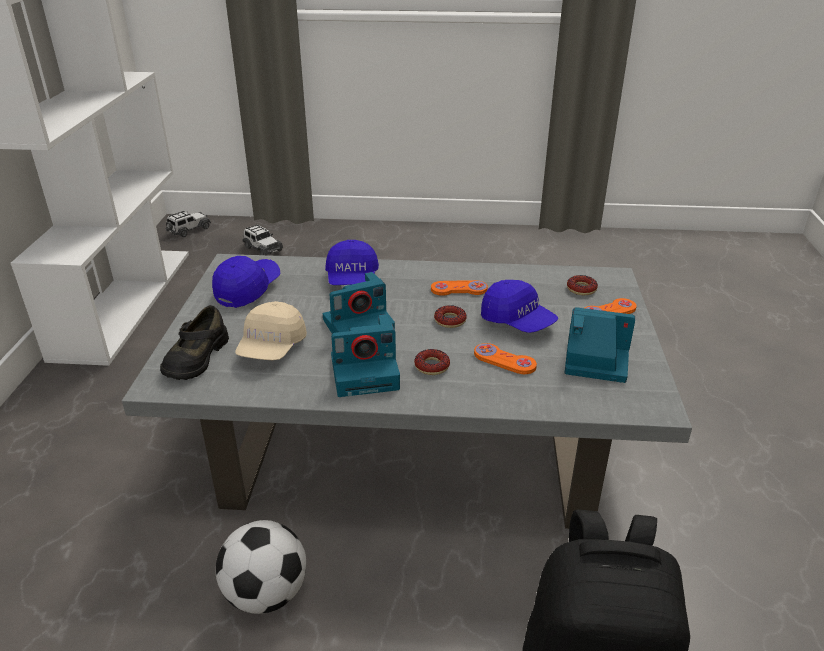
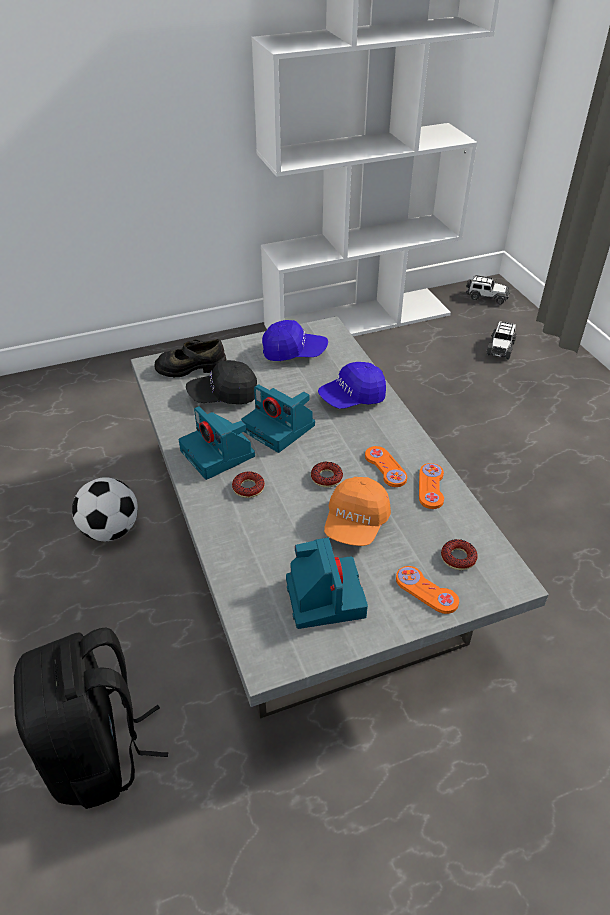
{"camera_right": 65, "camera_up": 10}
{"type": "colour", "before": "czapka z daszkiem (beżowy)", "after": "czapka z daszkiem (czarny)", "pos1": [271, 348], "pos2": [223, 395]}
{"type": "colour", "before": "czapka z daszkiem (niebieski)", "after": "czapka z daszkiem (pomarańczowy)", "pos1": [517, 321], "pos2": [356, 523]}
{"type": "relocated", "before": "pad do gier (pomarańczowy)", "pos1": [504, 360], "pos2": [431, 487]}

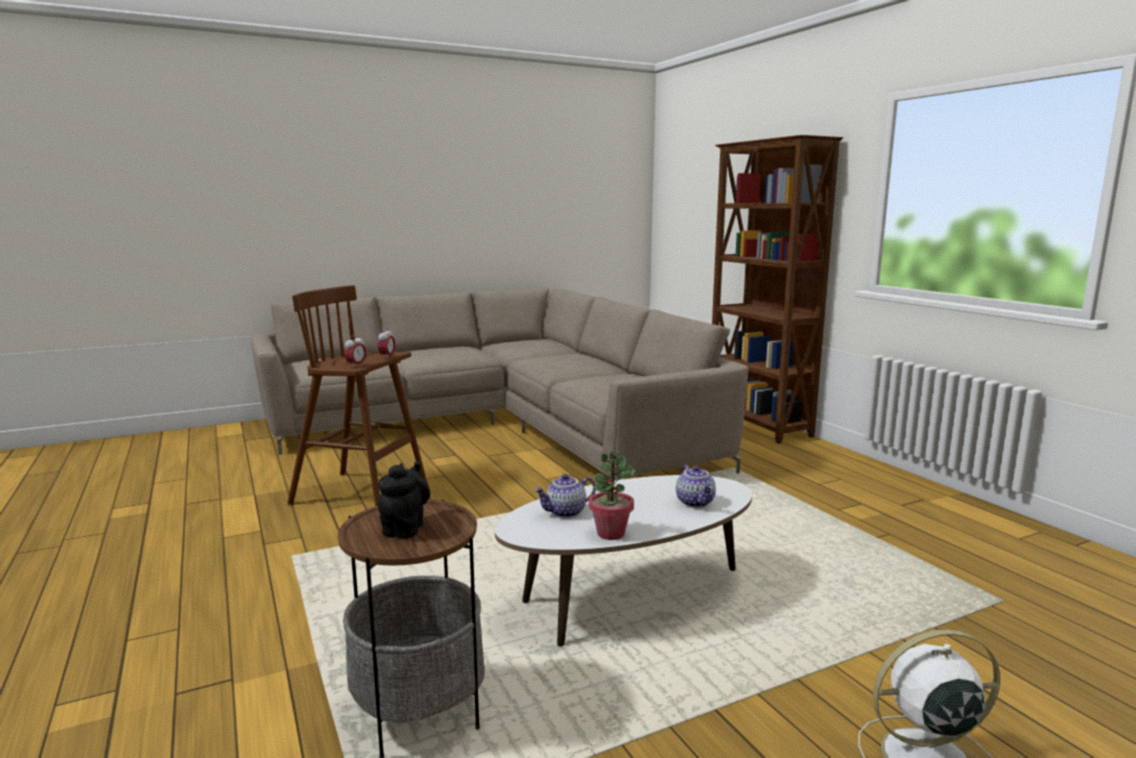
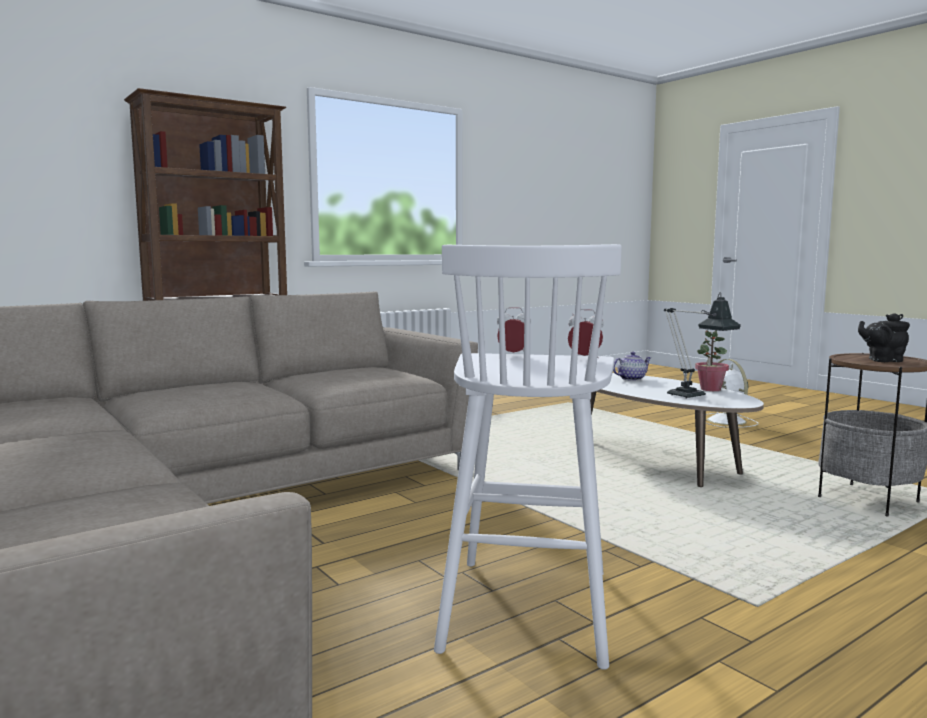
{"camera_right": -100, "camera_up": -5}
{"type": "colour", "before": "stołek (brązowy)", "after": "stołek (biały)", "pos1": [362, 495], "pos2": [527, 607]}
{"type": "exchanged", "before": "imbryk", "after": "lampa stołowa", "pos1": [565, 512], "pos2": [693, 397]}

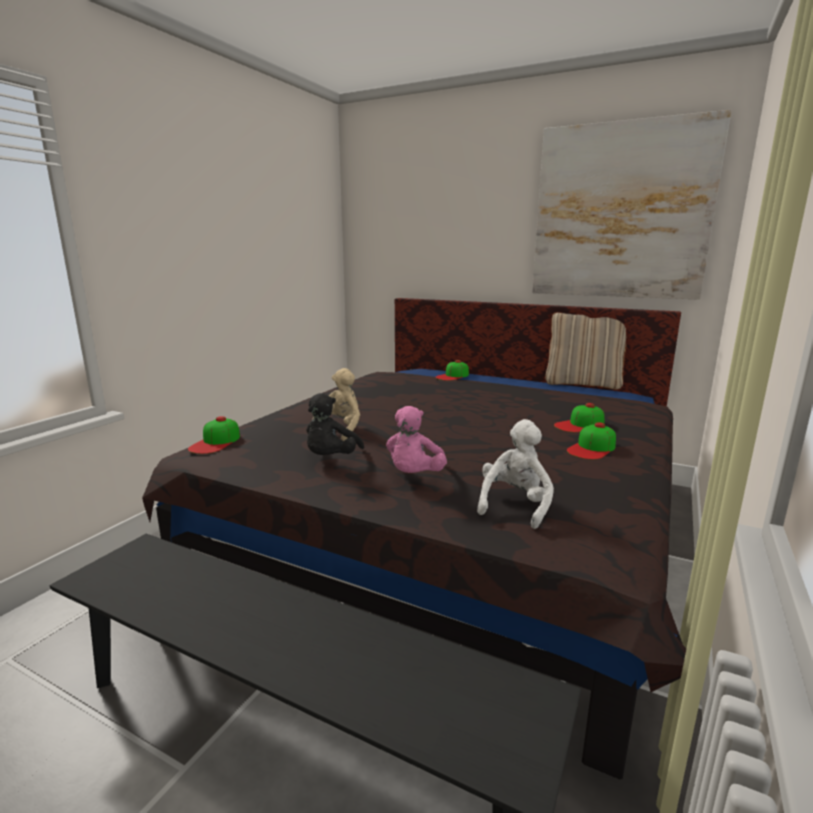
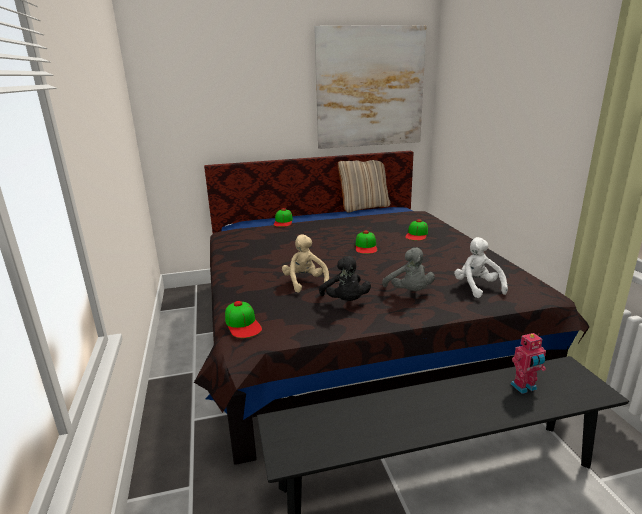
{"camera_right": -40, "camera_up": 5}
{"type": "relocated", "before": "czapka z daszkiem", "pos1": [592, 448], "pos2": [366, 246]}
{"type": "colour", "before": "pluszak (różowy)", "after": "pluszak (szary)", "pos1": [414, 475], "pos2": [409, 292]}
{"type": "appeared", "after": "robot zabawkowy", "pos2": [524, 387]}

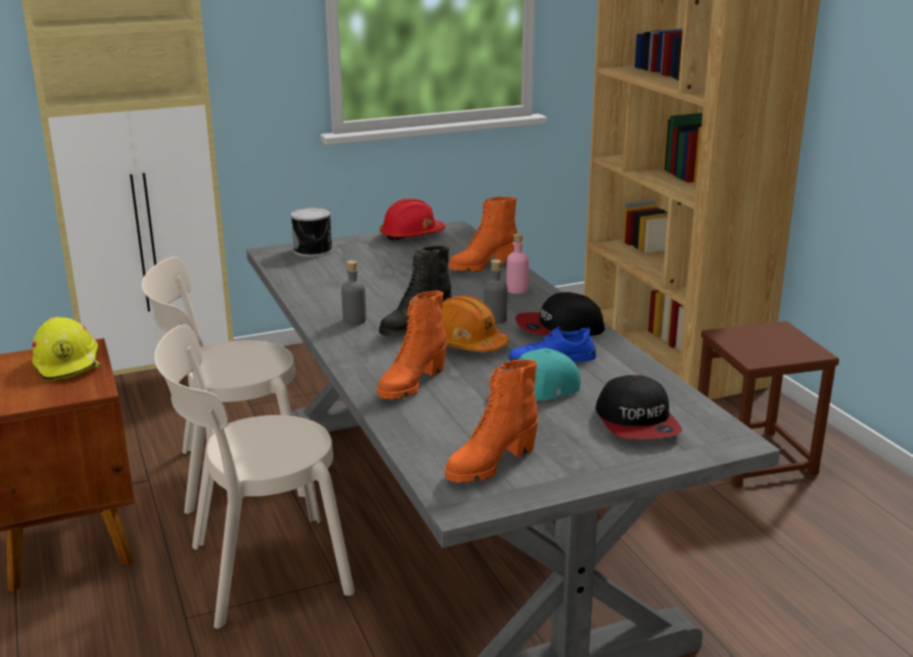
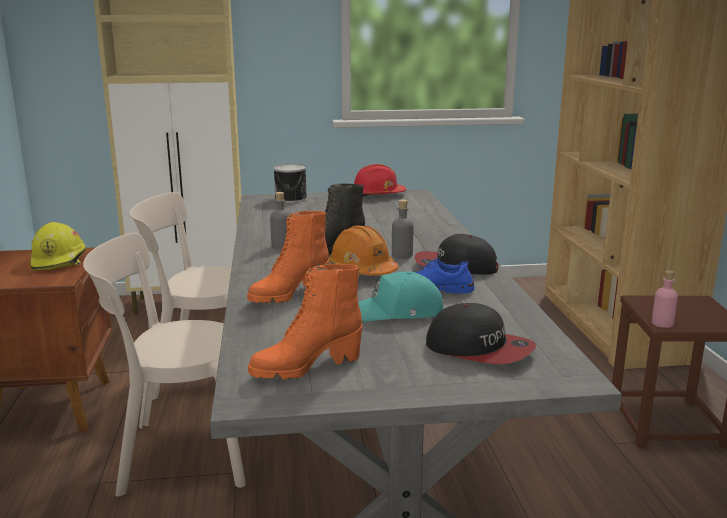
{"camera_right": 15, "camera_up": -5}
{"type": "spun", "before": "czapka z daszkiem", "pos1": [637, 422], "pos2": [479, 349], "turn": -60}
{"type": "relocated", "before": "butelka (różowy)", "pos1": [517, 290], "pos2": [662, 323]}
{"type": "missing", "before": "but z cholewką (pomarańczowy)", "pos1": [482, 266]}

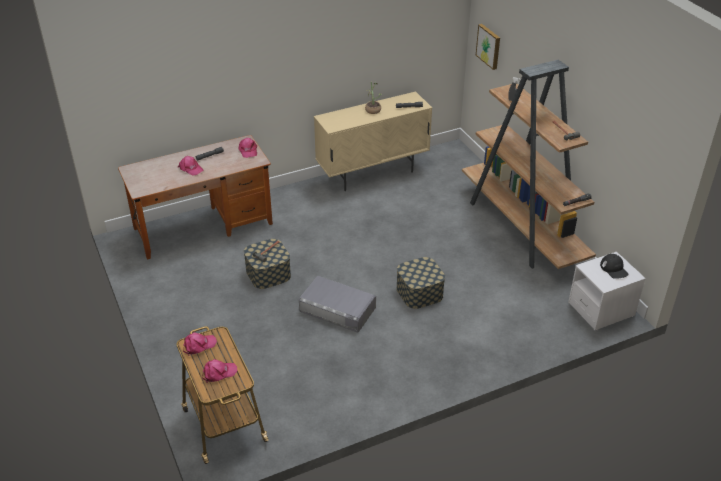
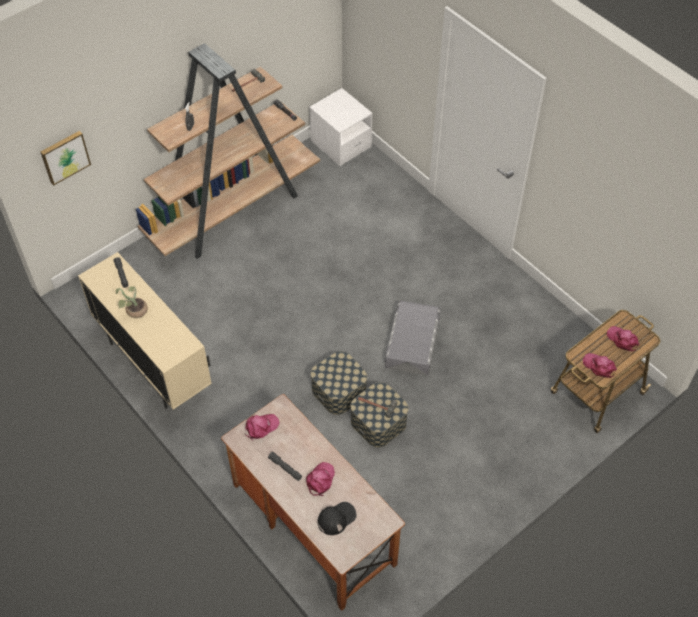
{"camera_right": -105, "camera_up": 15}
{"type": "relocated", "before": "pojemnik do przechowywania", "pos1": [419, 292], "pos2": [339, 391]}
{"type": "relocated", "before": "czapka z daszkiem (czarny)", "pos1": [614, 269], "pos2": [336, 518]}

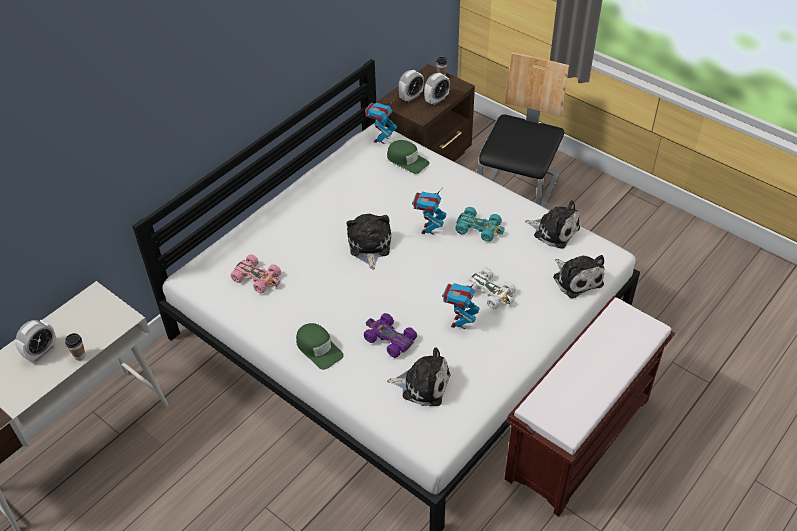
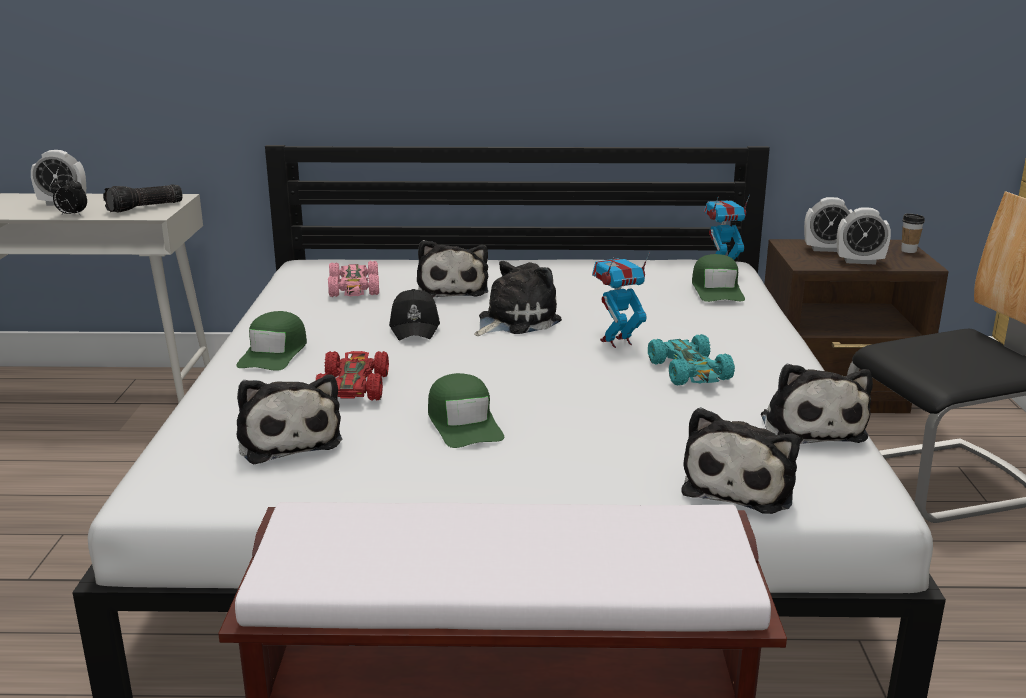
{"camera_right": 50, "camera_up": -25}
{"type": "exchanged", "before": "filiżanka", "after": "budzik", "pos1": [80, 356], "pos2": [71, 215]}
{"type": "appeared", "after": "latarka", "pos2": [145, 208]}
{"type": "colour", "before": "samochodzik (fioletowy)", "after": "samochodzik (czerwony)", "pos1": [389, 339], "pos2": [353, 386]}
{"type": "appeared", "after": "czapka z daszkiem (czarny)", "pos2": [415, 327]}
{"type": "appeared", "after": "pluszak", "pos2": [452, 289]}
{"type": "exchanged", "before": "robot zabawkowy", "after": "czapka z daszkiem (zielony)", "pos1": [459, 323], "pos2": [464, 423]}
{"type": "missing", "before": "samochodzik (biały)", "pos1": [490, 292]}

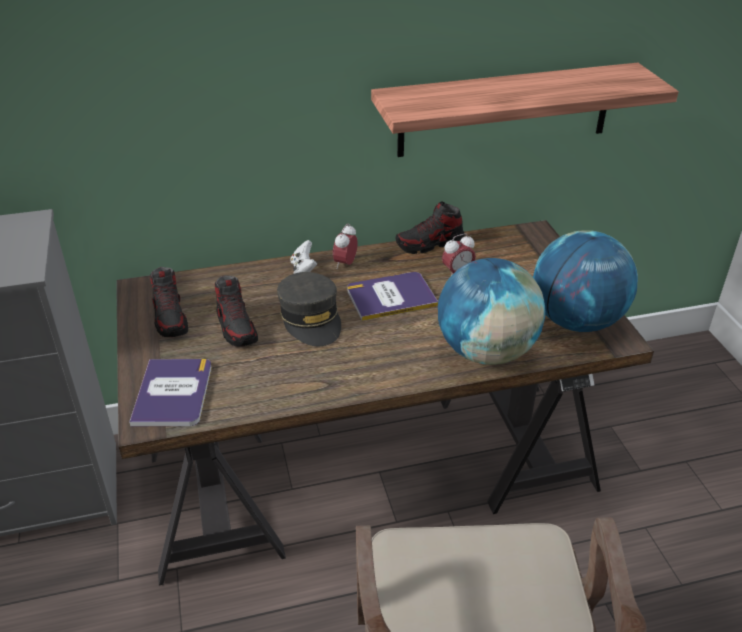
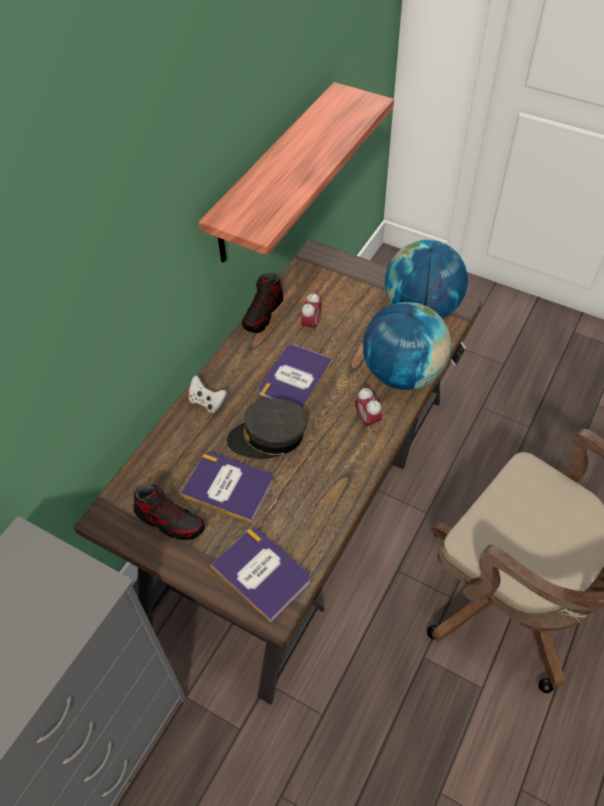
{"camera_right": -45, "camera_up": 15}
{"type": "exchanged", "before": "but", "after": "książka", "pos1": [236, 327], "pos2": [228, 486]}
{"type": "spun", "before": "czapka z daszkiem (szary)", "pos1": [311, 319], "pos2": [269, 437], "turn": 150}
{"type": "relocated", "before": "budzik", "pos1": [345, 264], "pos2": [367, 420]}

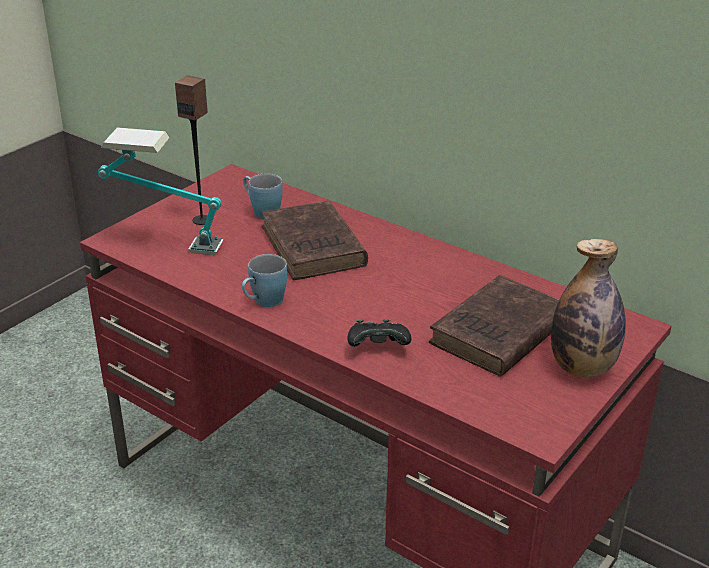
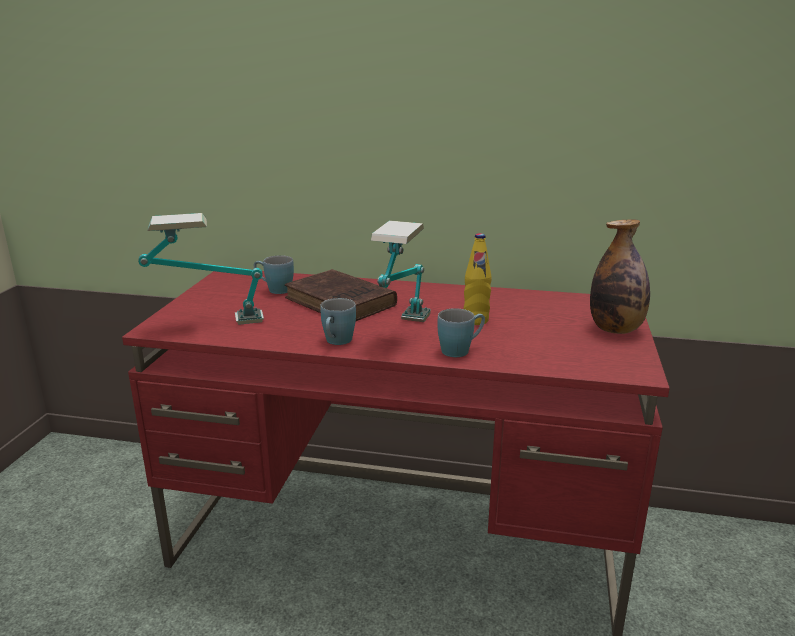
{"camera_right": -25, "camera_up": -10}
{"type": "appeared", "after": "lampa stołowa", "pos2": [403, 331]}
{"type": "exchanged", "before": "pad do gier (czarny)", "after": "kubek (niebieski)", "pos1": [378, 347], "pos2": [461, 350]}
{"type": "appeared", "after": "butelka (żółty)", "pos2": [476, 320]}
{"type": "missing", "before": "głośnik", "pos1": [202, 220]}
{"type": "missing", "before": "książka (brązowy)", "pos1": [497, 334]}

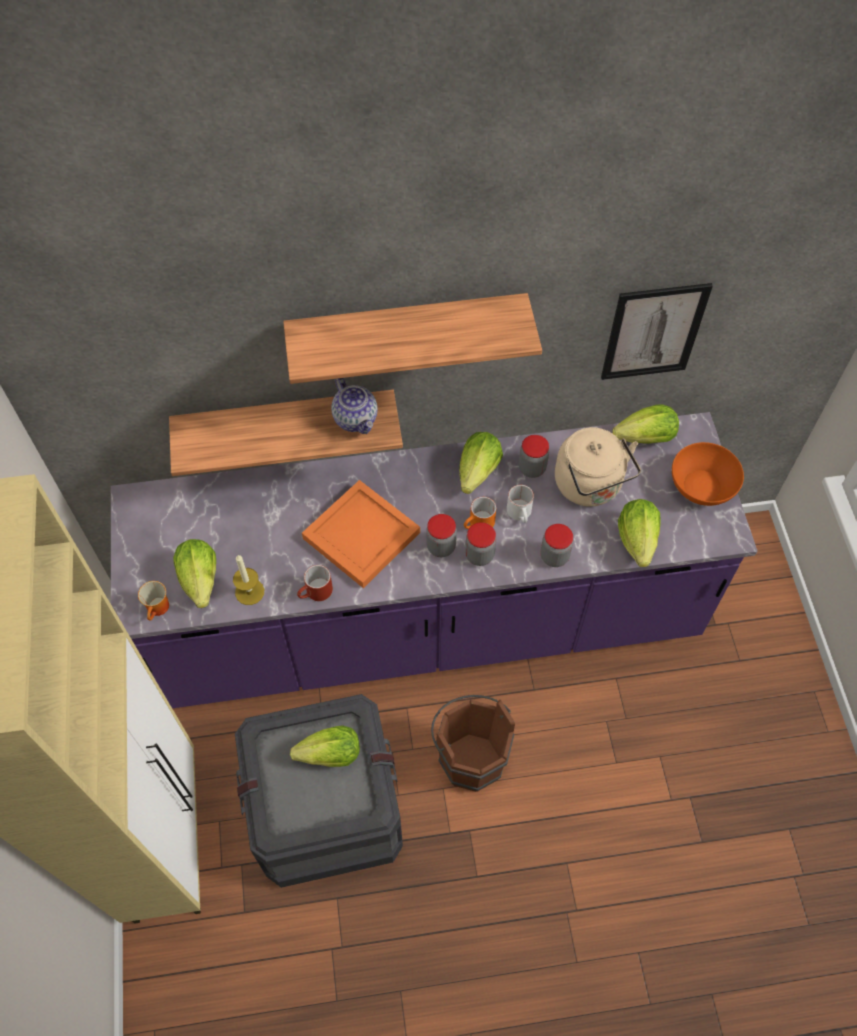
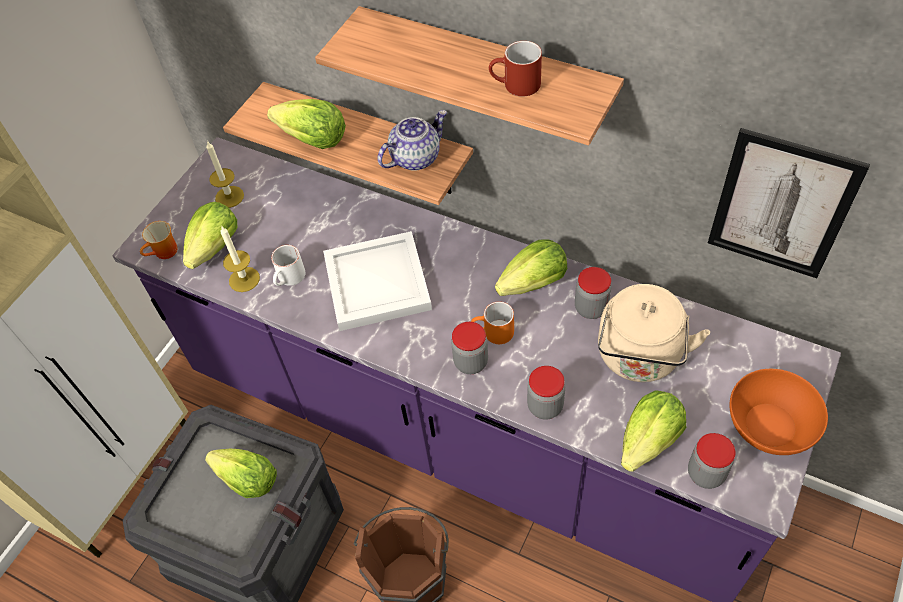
{"camera_right": 40, "camera_up": -5}
{"type": "appeared", "after": "świeca", "pos2": [229, 197]}
{"type": "relocated", "before": "sałata", "pos1": [646, 438], "pos2": [313, 140]}
{"type": "relocated", "before": "kubek (biały)", "pos1": [521, 514], "pos2": [289, 279]}
{"type": "colour", "before": "taca (pomarańczowy)", "after": "taca (biały)", "pos1": [361, 534], "pos2": [378, 282]}
{"type": "spun", "before": "imbryk", "pos1": [356, 419], "pos2": [415, 157], "turn": -135}
{"type": "relocated", "before": "kubek (czerwony)", "pos1": [315, 593], "pos2": [515, 86]}
{"type": "relocated", "before": "słoik", "pos1": [441, 546], "pos2": [705, 473]}

